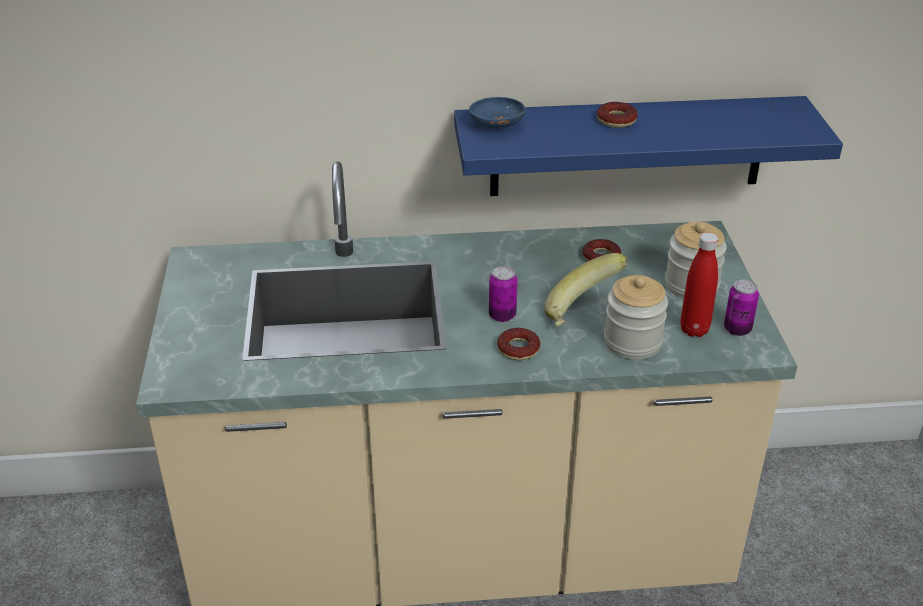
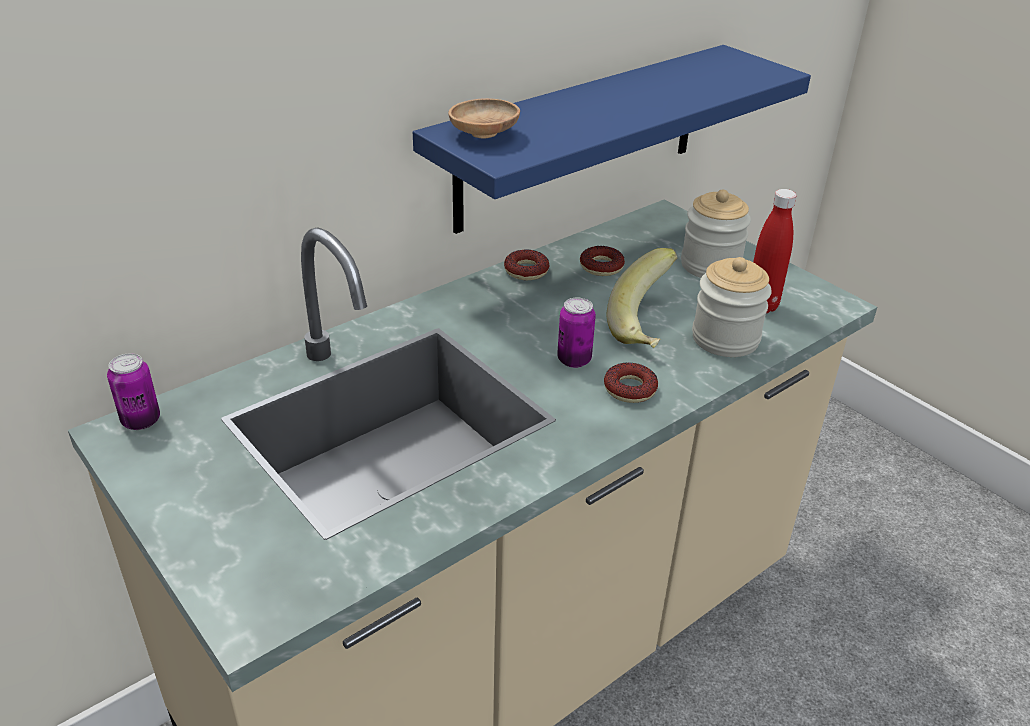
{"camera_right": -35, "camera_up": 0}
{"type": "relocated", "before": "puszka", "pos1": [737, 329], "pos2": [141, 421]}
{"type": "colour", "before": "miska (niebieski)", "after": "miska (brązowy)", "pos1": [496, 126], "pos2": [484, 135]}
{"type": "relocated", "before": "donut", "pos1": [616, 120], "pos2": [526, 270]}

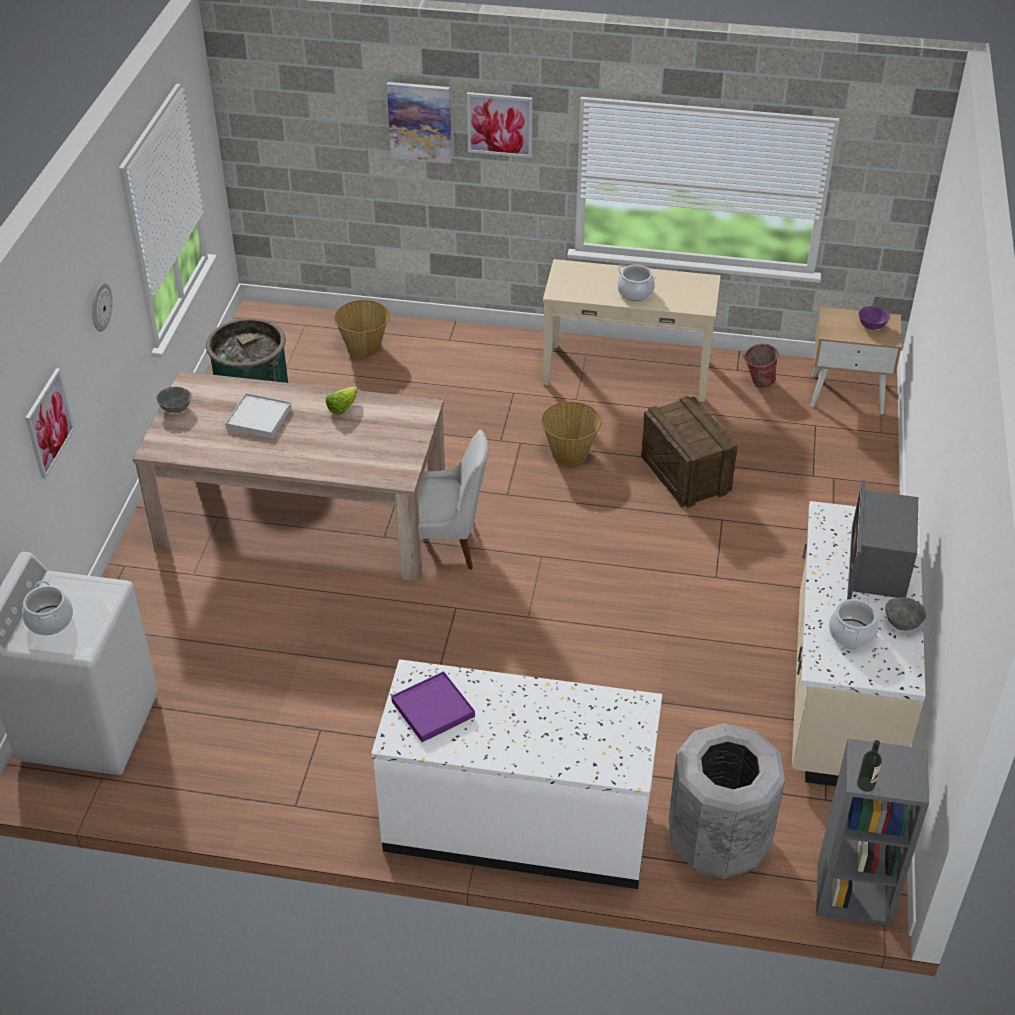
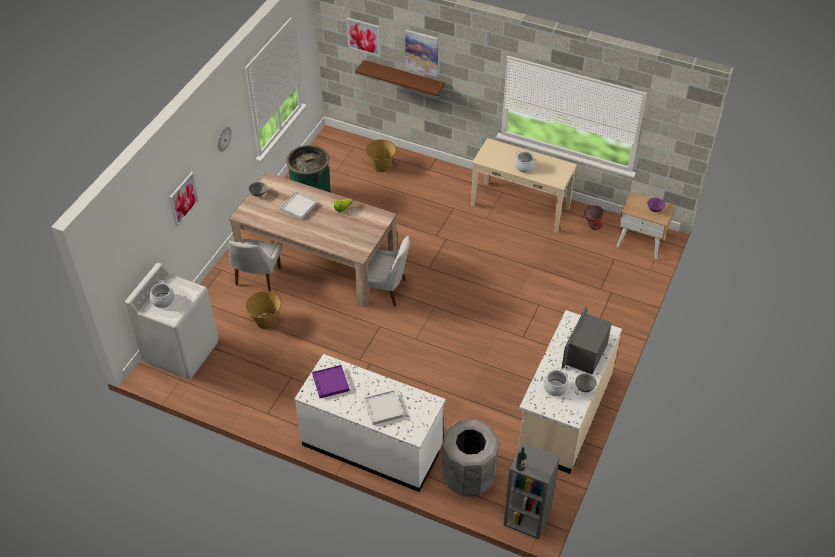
{"camera_right": 15, "camera_up": 5}
{"type": "appeared", "after": "krzesło (biały)", "pos2": [257, 278]}
{"type": "relocated", "before": "koszyk", "pos1": [569, 453], "pos2": [266, 320]}
{"type": "relocated", "before": "obraz", "pos1": [500, 124], "pos2": [364, 36]}
{"type": "appeared", "after": "półka (brązowy)", "pos2": [404, 78]}
{"type": "appeared", "after": "taca (biały)", "pos2": [383, 408]}
{"type": "missing", "before": "skrzynka", "pos1": [686, 475]}

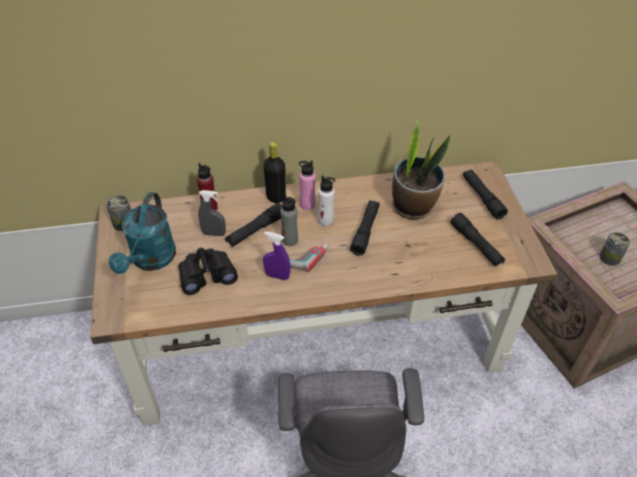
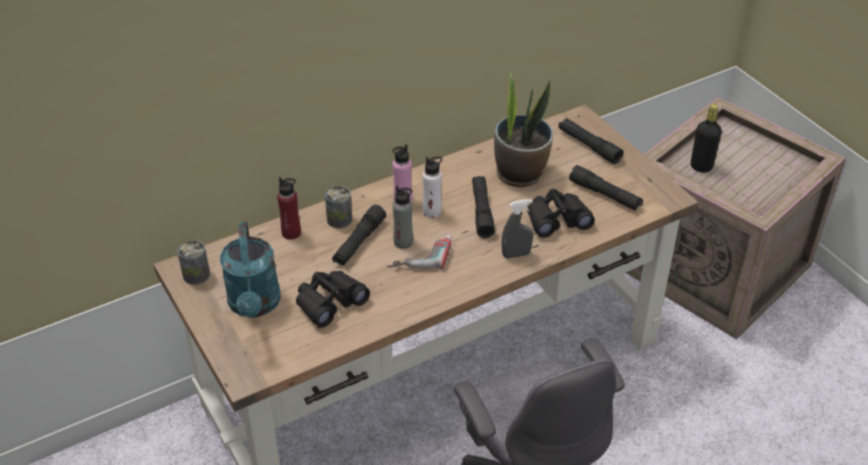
{"camera_right": -20, "camera_up": -5}
{"type": "relocated", "before": "puszka", "pos1": [609, 258], "pos2": [339, 219]}
{"type": "relocated", "before": "spryskiwacz (szary)", "pos1": [214, 233], "pos2": [516, 255]}
{"type": "appeared", "after": "lornetka (czarny)", "pos2": [557, 220]}
{"type": "relocated", "before": "butelka (czarny)", "pos1": [276, 197], "pos2": [701, 166]}
{"type": "missing", "before": "spryskiwacz (fioletowy)", "pos1": [277, 276]}

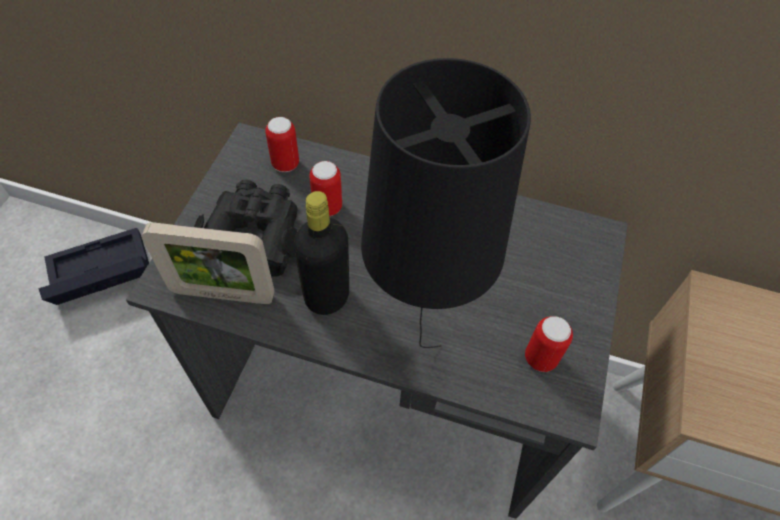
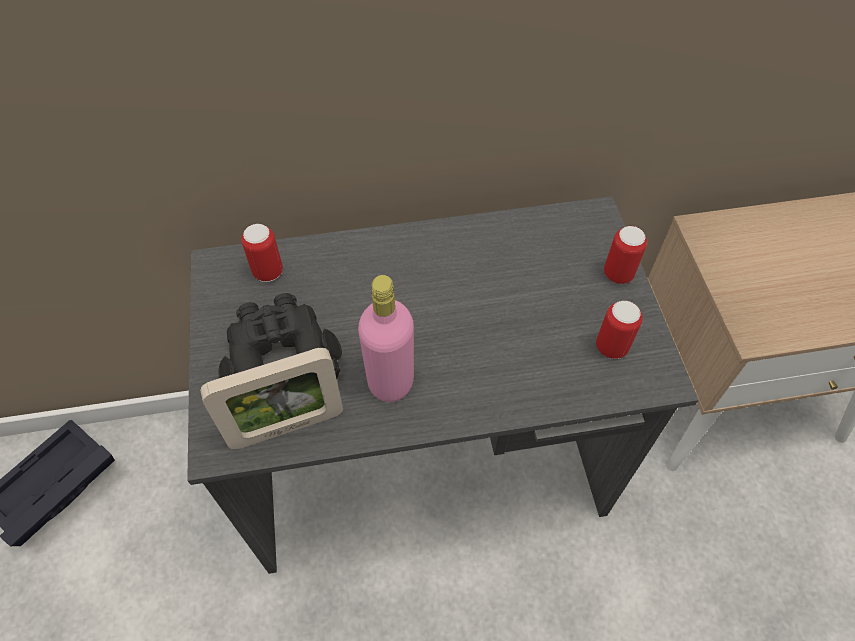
{"camera_right": -25, "camera_up": 0}
{"type": "colour", "before": "butelka (czarny)", "after": "butelka (różowy)", "pos1": [327, 297], "pos2": [390, 382]}
{"type": "relocated", "before": "puszka", "pos1": [327, 207], "pos2": [618, 274]}
{"type": "missing", "before": "lampa stołowa (czarny)", "pos1": [416, 357]}

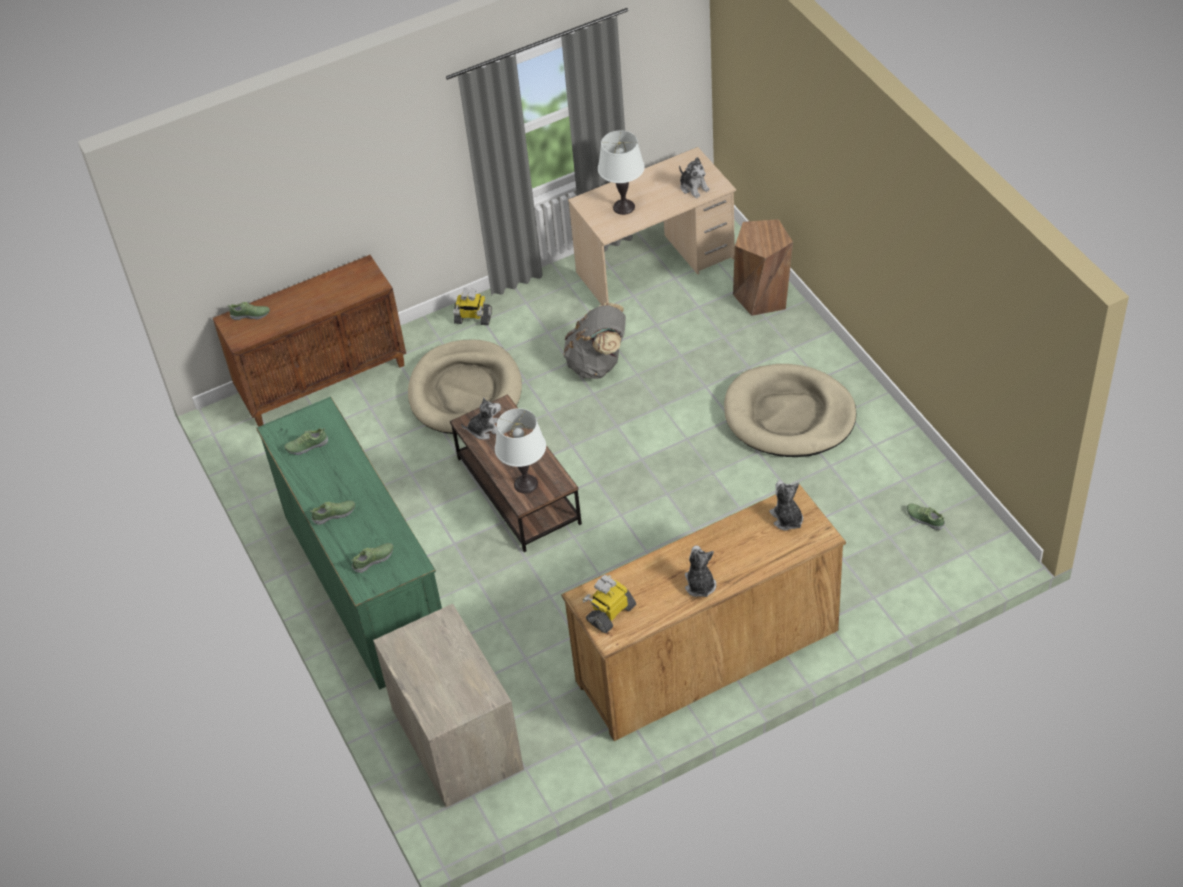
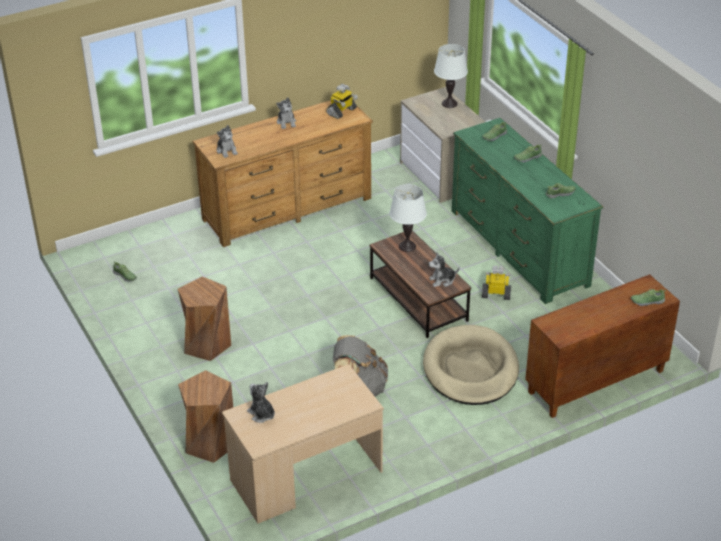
{"camera_right": 175, "camera_up": -10}
{"type": "exchanged", "before": "legowisko (beżowy)", "after": "stołek (brązowy)", "pos1": [789, 415], "pos2": [206, 344]}
{"type": "relocated", "before": "lampa stołowa (biały)", "pos1": [624, 207], "pos2": [449, 103]}
{"type": "relocated", "before": "robot zabawkowy", "pos1": [473, 318], "pos2": [496, 294]}

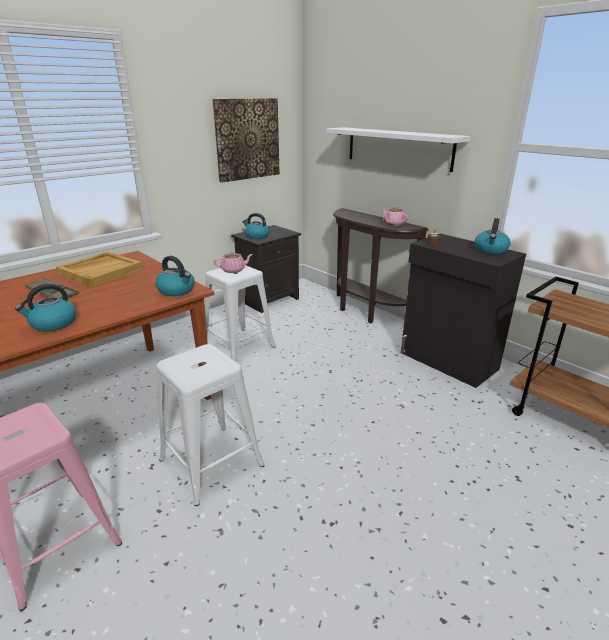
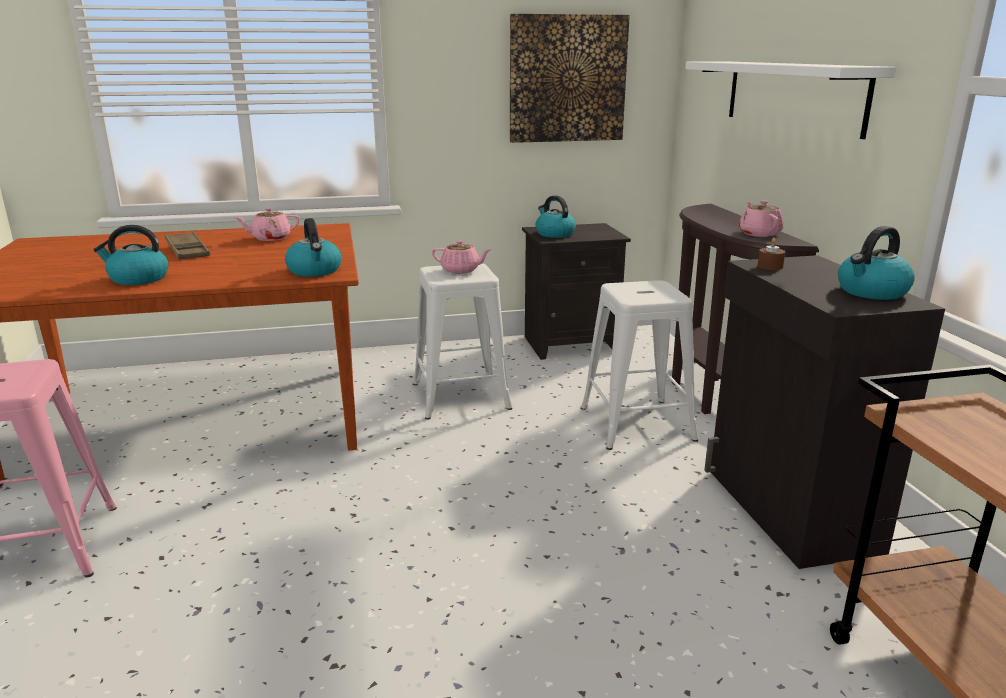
{"camera_right": 30, "camera_up": -5}
{"type": "exchanged", "before": "taca (beżowy)", "after": "imbryk (różowy)", "pos1": [101, 271], "pos2": [270, 238]}
{"type": "relocated", "before": "stołek (biały)", "pos1": [211, 462], "pos2": [636, 423]}

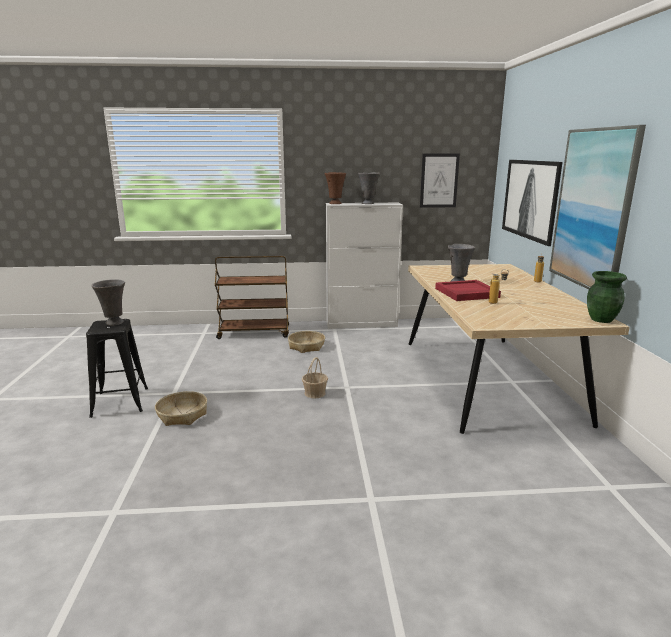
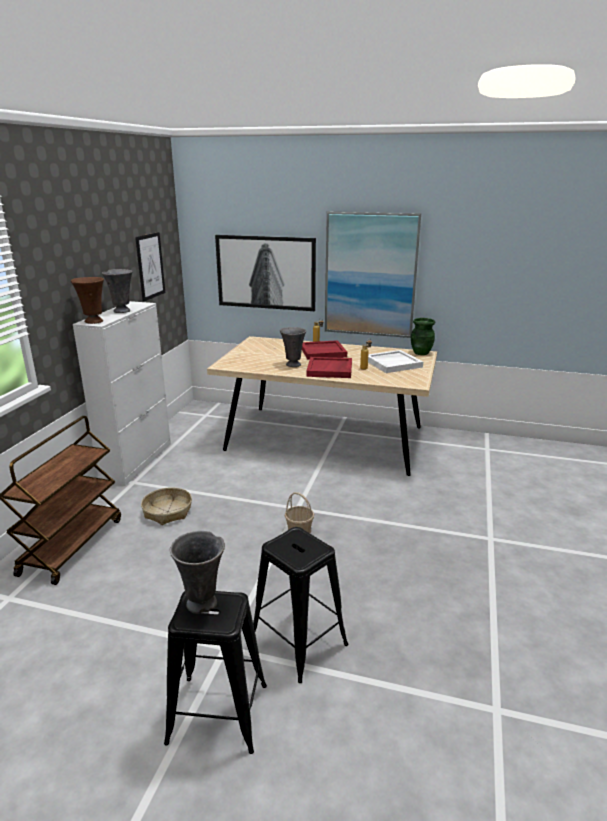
{"camera_right": -70, "camera_up": 5}
{"type": "exchanged", "before": "koszyk", "after": "stołek (czarny)", "pos1": [182, 415], "pos2": [298, 641]}
{"type": "appeared", "after": "taca (czerwony)", "pos2": [323, 352]}
{"type": "appeared", "after": "taca (biały)", "pos2": [393, 363]}

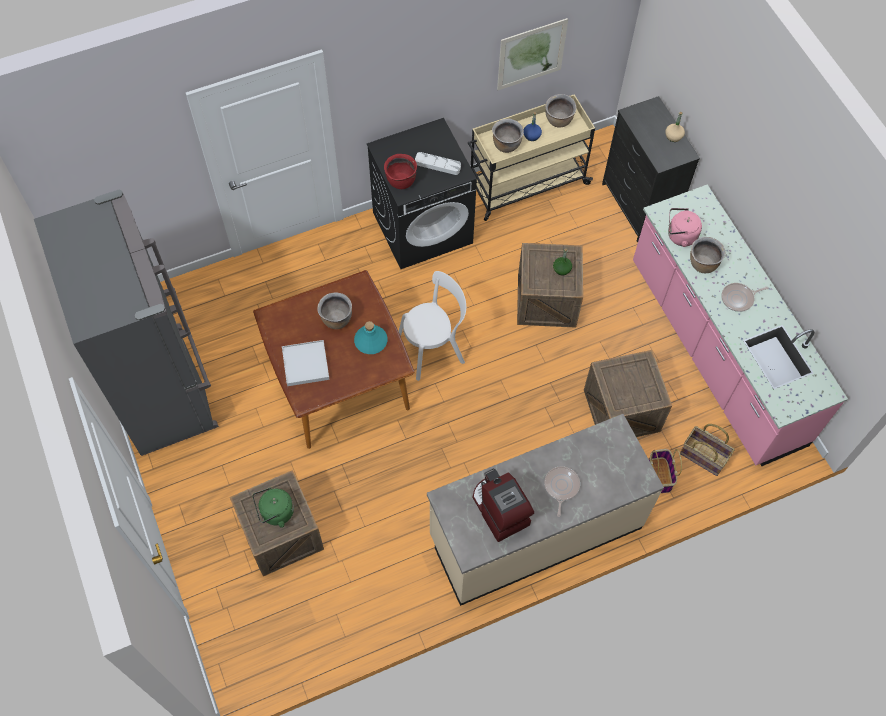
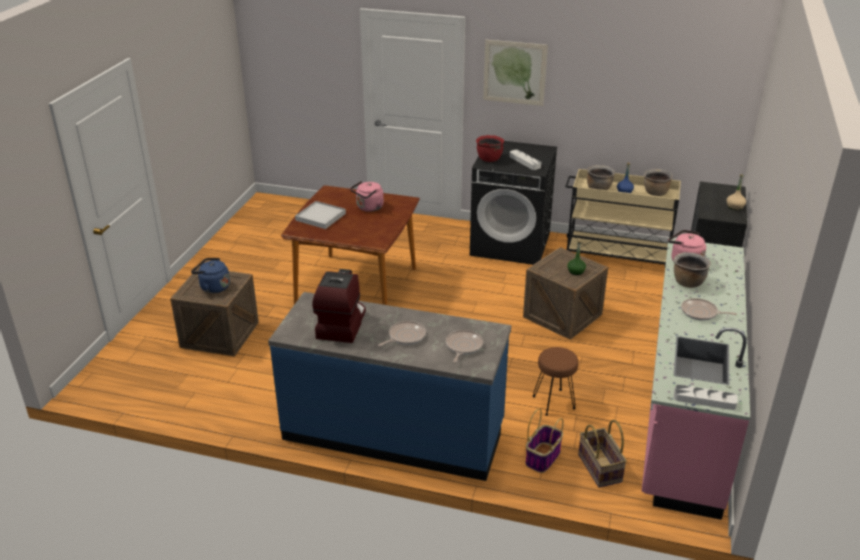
{"camera_right": 40, "camera_up": -30}
{"type": "colour", "before": "czajnik (zielony)", "after": "czajnik (niebieski)", "pos1": [275, 513], "pos2": [213, 287]}
{"type": "colour", "before": "zabudowa kuchenna (beżowy)", "after": "zabudowa kuchenna (niebieski)", "pos1": [535, 531], "pos2": [394, 431]}
{"type": "exchanged", "before": "garnek (brązowy)", "after": "czajnik (różowy)", "pos1": [336, 319], "pos2": [368, 208]}
{"type": "appeared", "after": "patelnia", "pos2": [463, 346]}
{"type": "relocated", "before": "obraz", "pos1": [531, 54], "pos2": [514, 72]}
{"type": "exchanged", "before": "skrzynka", "after": "stołek (brązowy)", "pos1": [621, 410], "pos2": [554, 402]}
{"type": "appeared", "after": "taca (biały)", "pos2": [704, 400]}
{"type": "missing", "before": "lodówka (szary)", "pos1": [164, 387]}
{"type": "missing", "before": "butelka (turkusowy)", "pos1": [371, 341]}
{"type": "missing", "before": "krzesło (biały)", "pos1": [433, 348]}

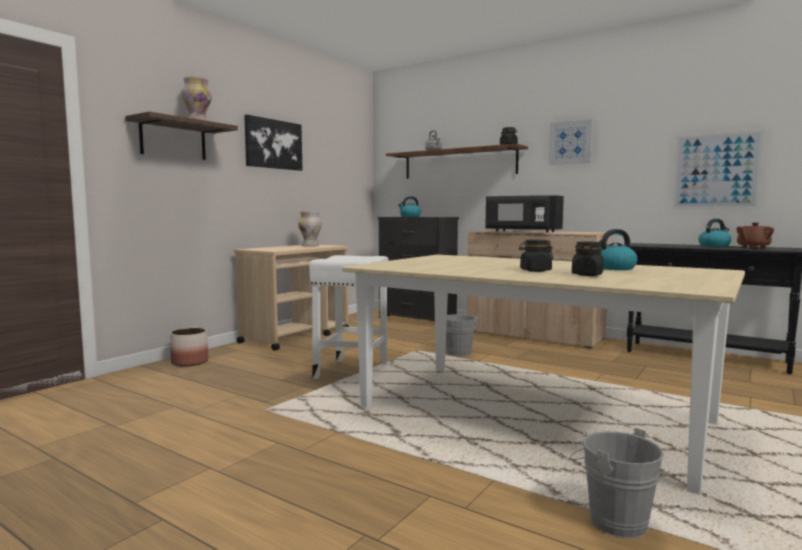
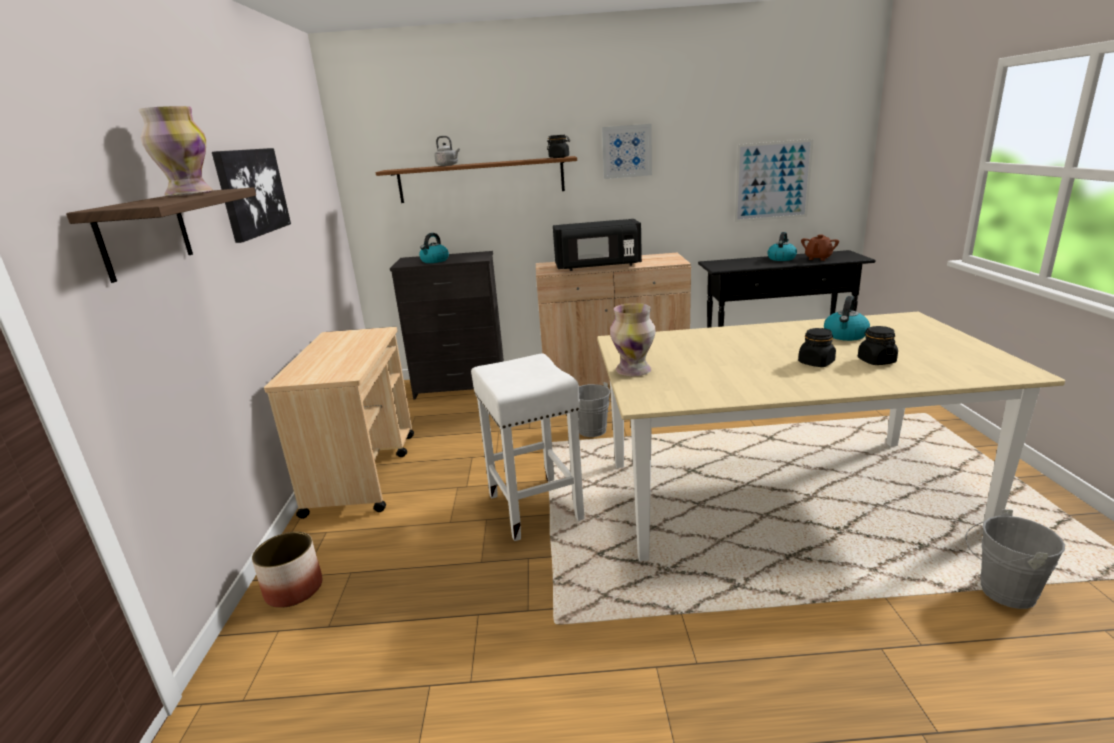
{"camera_right": -35, "camera_up": 15}
{"type": "relocated", "before": "wazon", "pos1": [310, 246], "pos2": [634, 371]}

